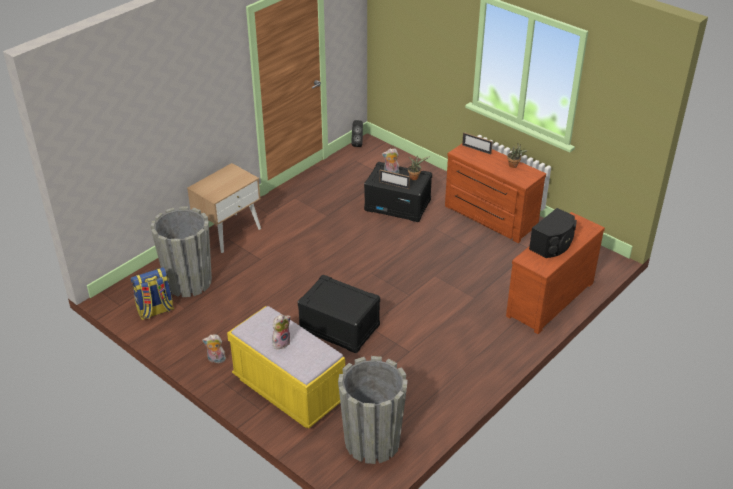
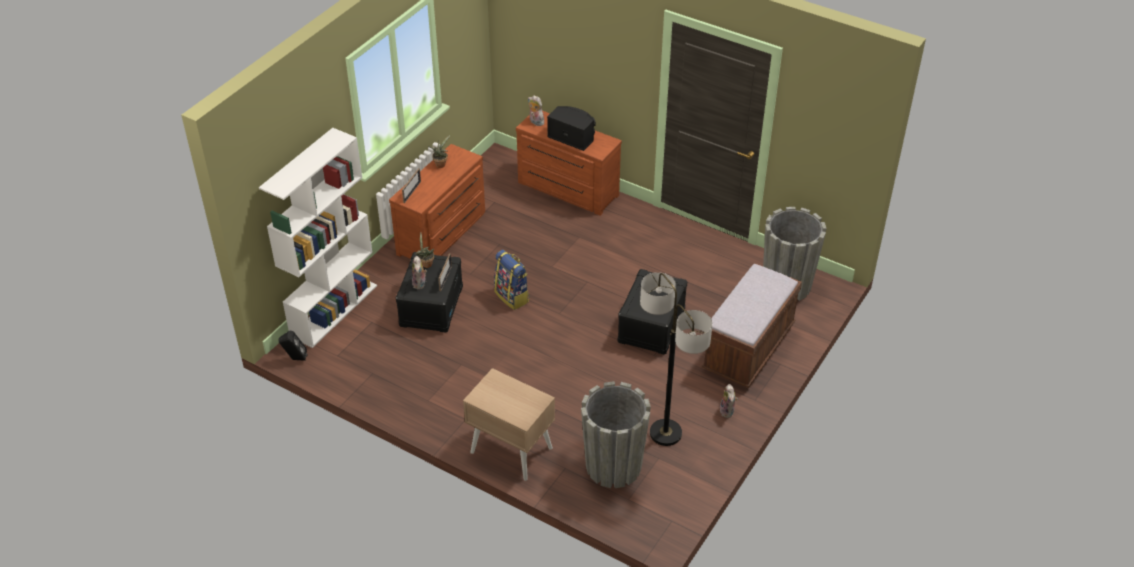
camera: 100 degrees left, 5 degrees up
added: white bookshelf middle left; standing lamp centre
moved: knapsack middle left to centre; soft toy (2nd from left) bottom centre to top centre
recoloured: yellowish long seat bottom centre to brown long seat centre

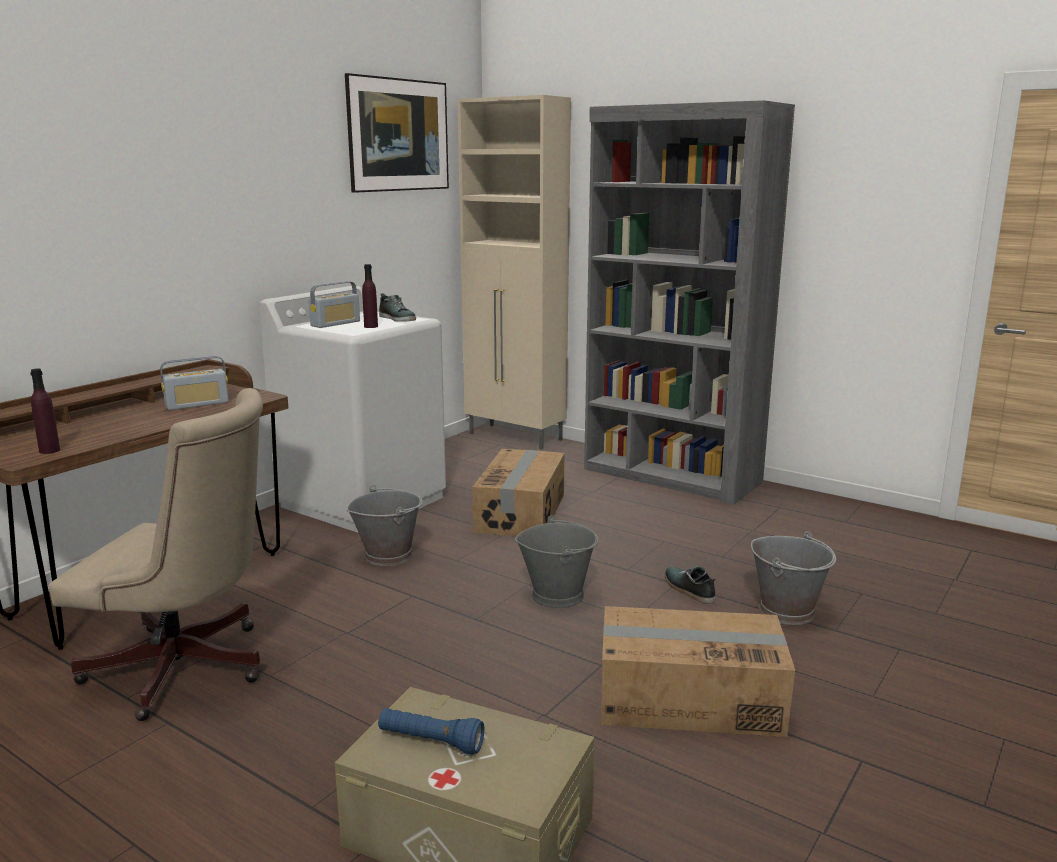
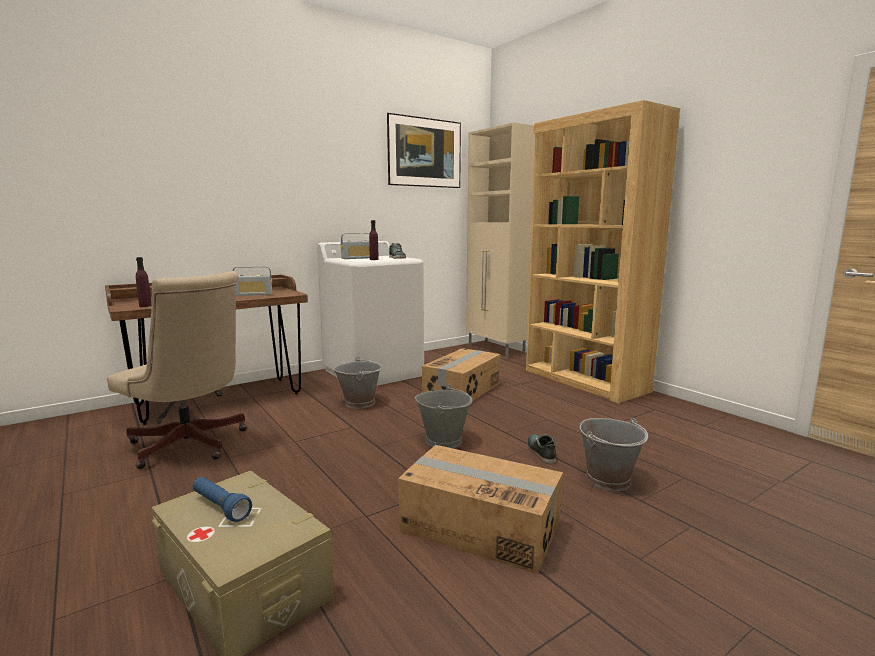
camera: 20 degrees right, 5 degrees down
recoloured: grey bookshelf centre to brown bookshelf middle right

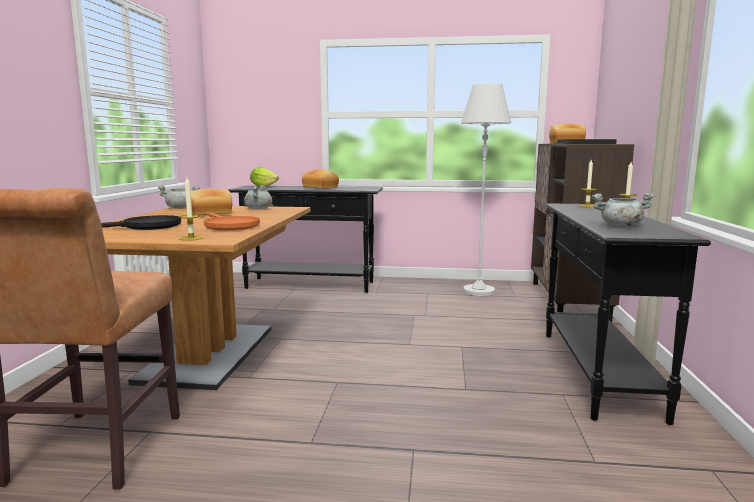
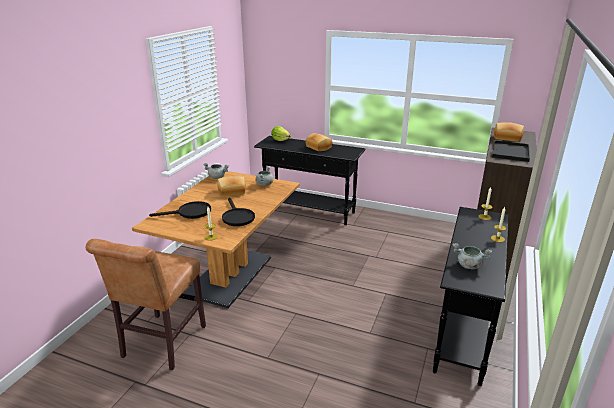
camera: 15 degrees right, 15 degrees up
removed: white standing lamp centre
recoloured: orange-coloured frying pan middle left to blackish frying pan (2nd from left) centre

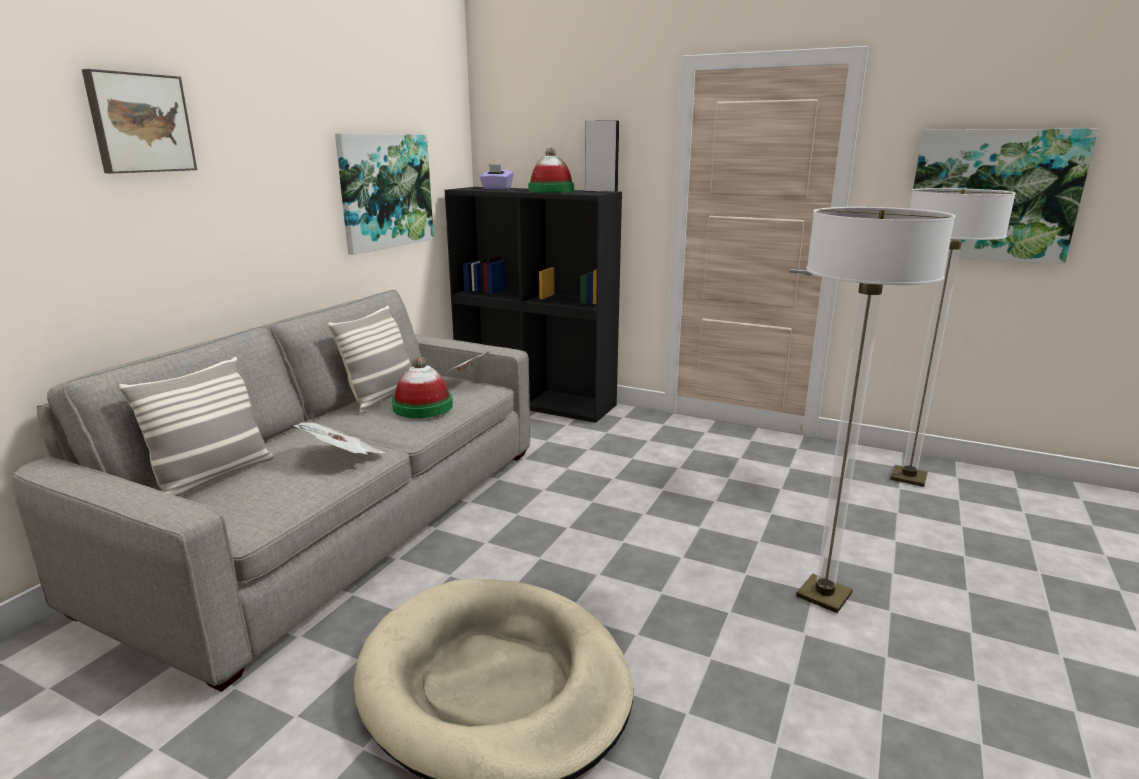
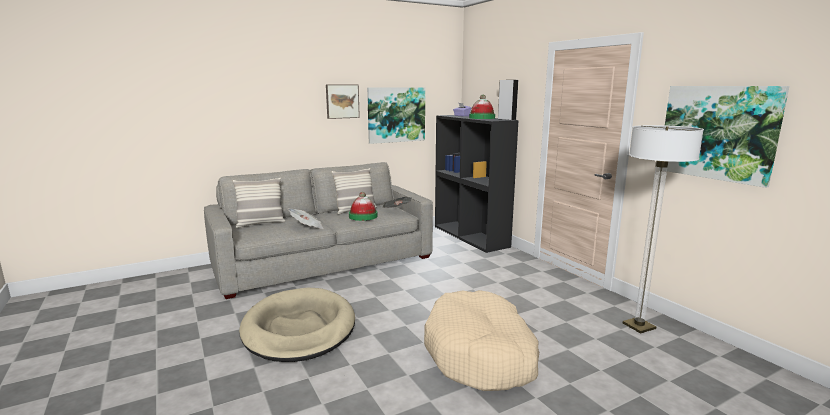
camera: 35 degrees right, 5 degrees down
moved: wall picture (1st from left) top left to top centre
replaced: standing lamp (1st from left) middle right to beige dog cushion (2nd from left) bottom centre

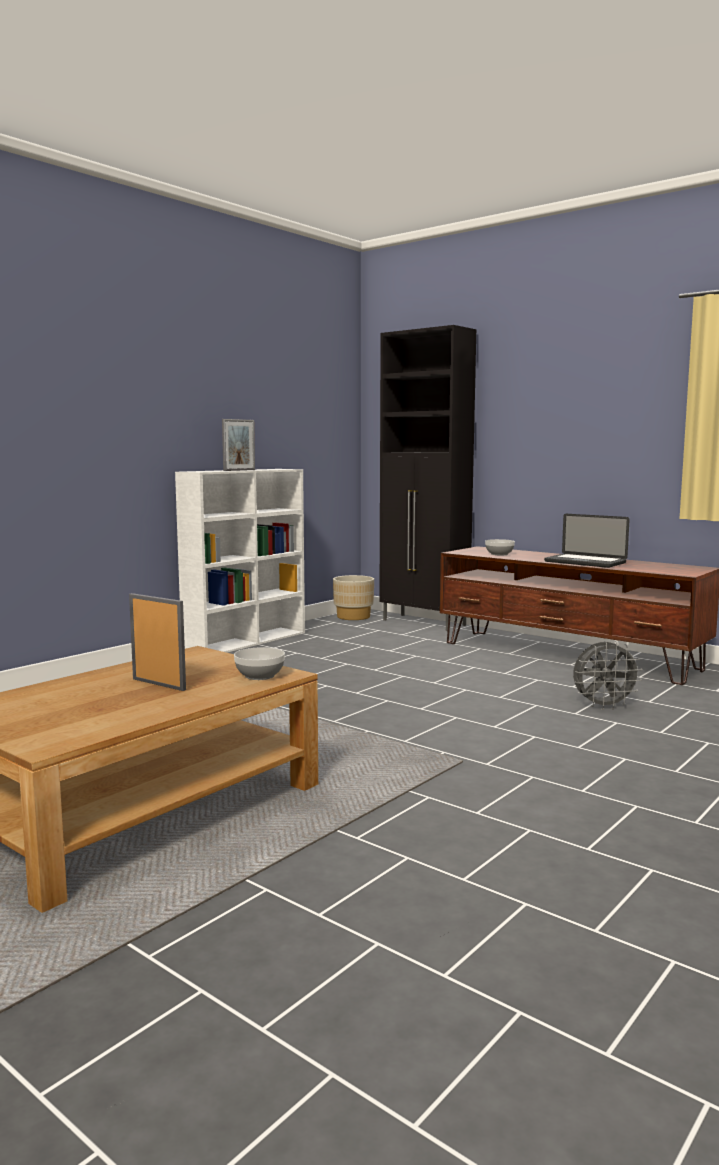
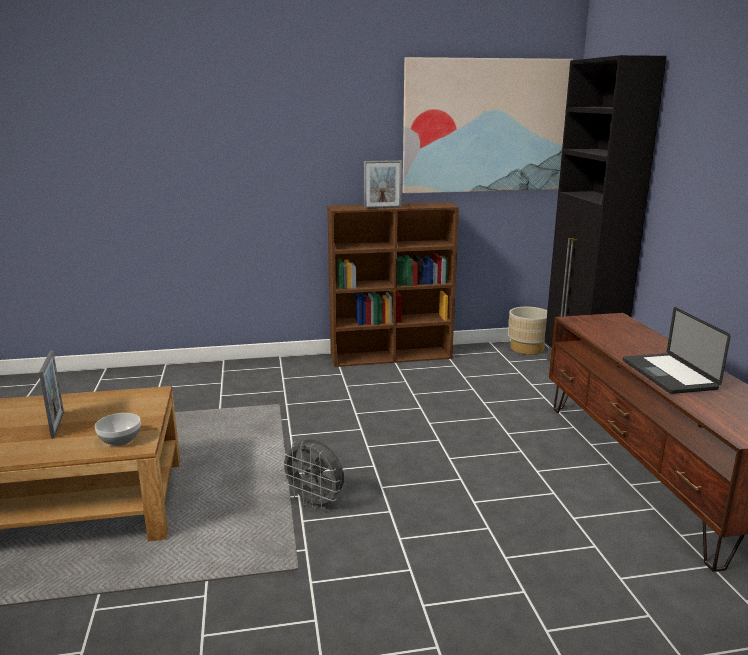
camera: 40 degrees right, 10 degrees up
removed: deep dish (2nd from left) middle right
added: wall picture top centre
moved: grey cooling fan middle right to bottom centre
recoloured: white bookshelf centre to brown bookshelf centre

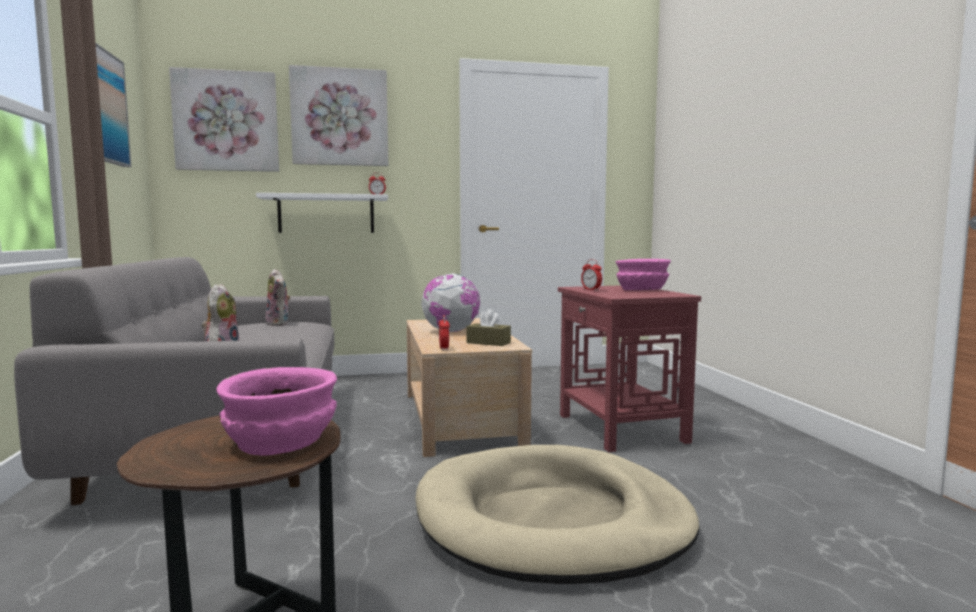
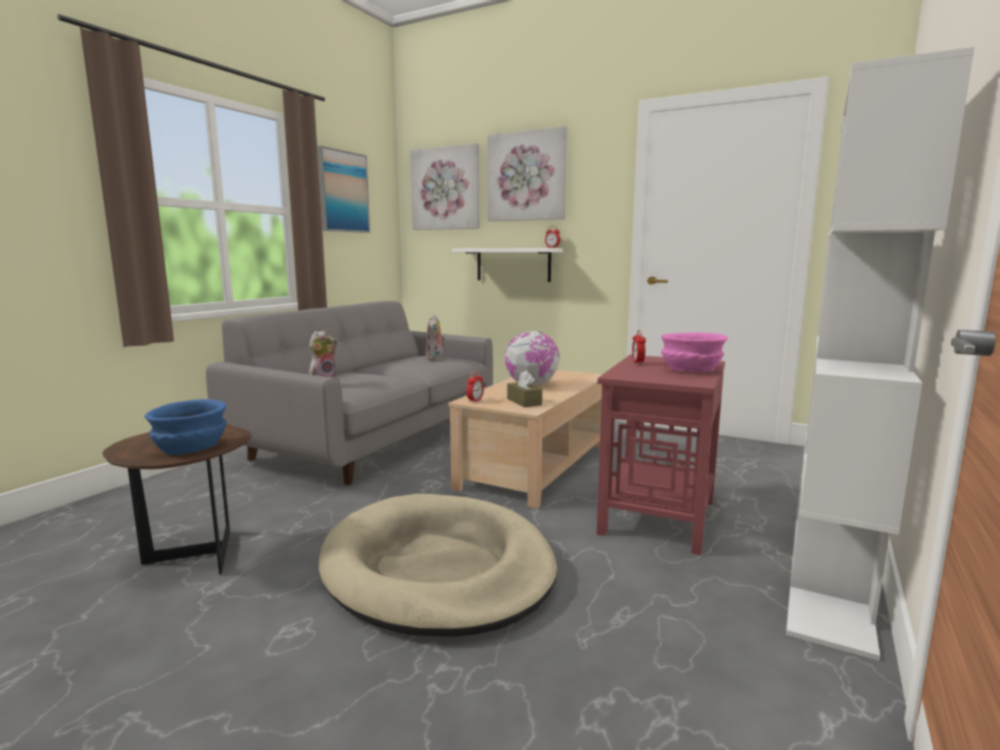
camera: 40 degrees right, 5 degrees up
added: white bookshelf middle right
recoloured: pink deep dish (1st from left) bottom left to blue-coloured deep dish middle left

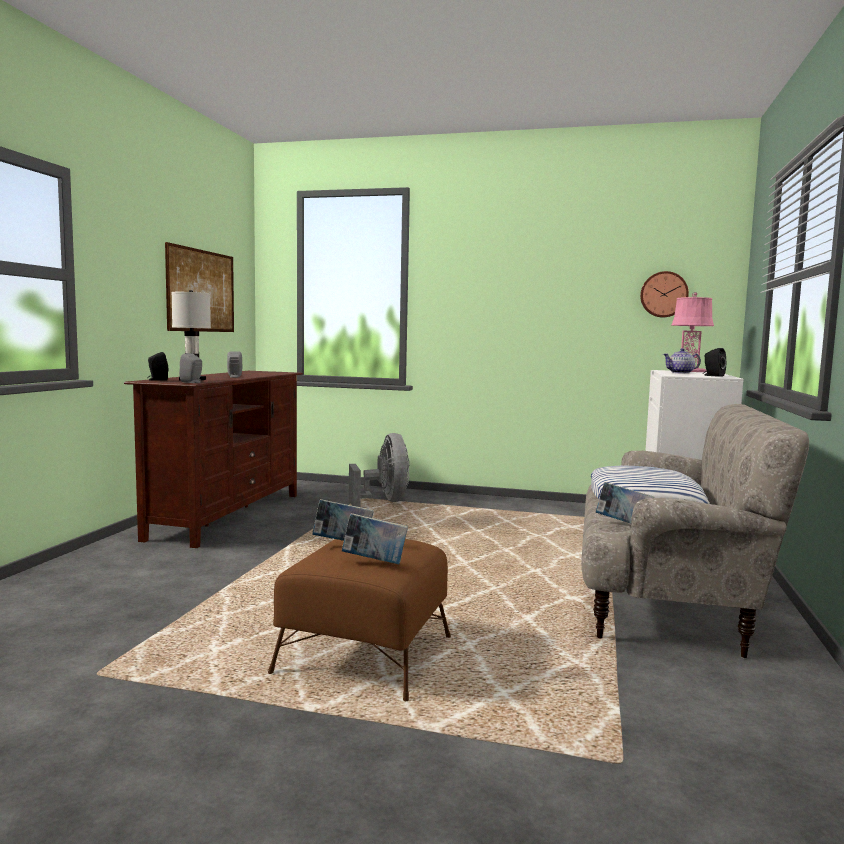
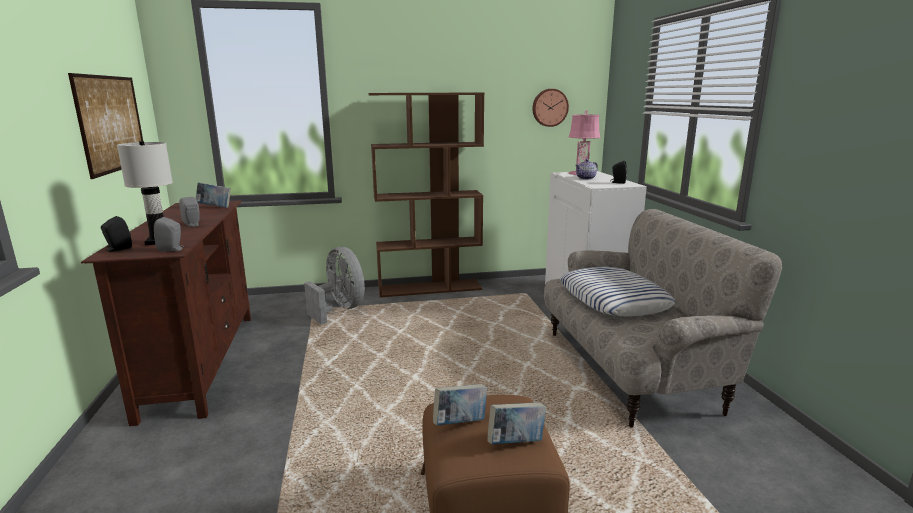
camera: 25 degrees left, 10 degrees up
added: brown bookshelf centre
moved: volume (3rd from left in the first image) middle right to volume (1st from left) middle left

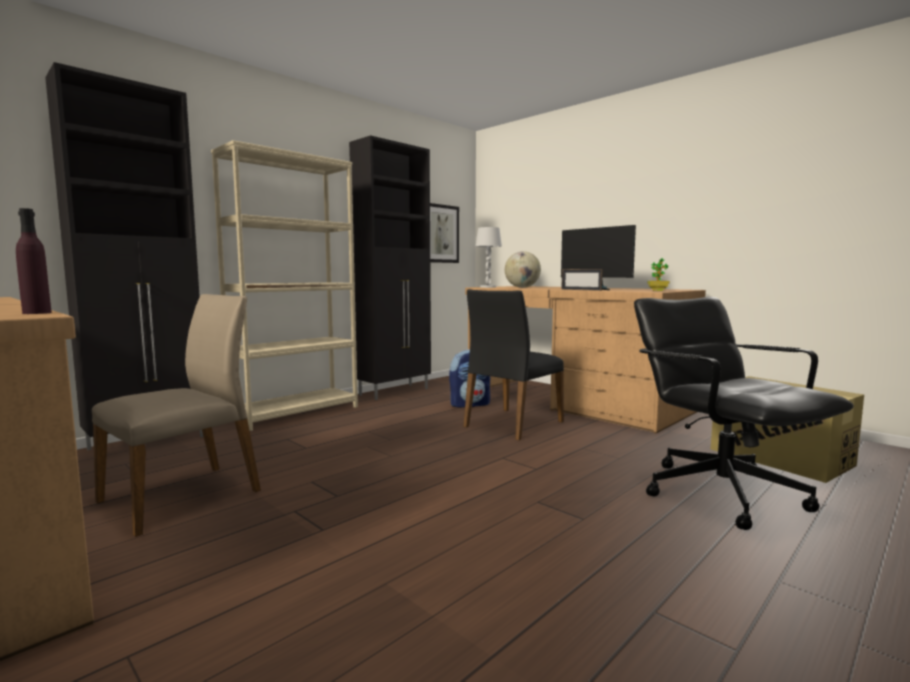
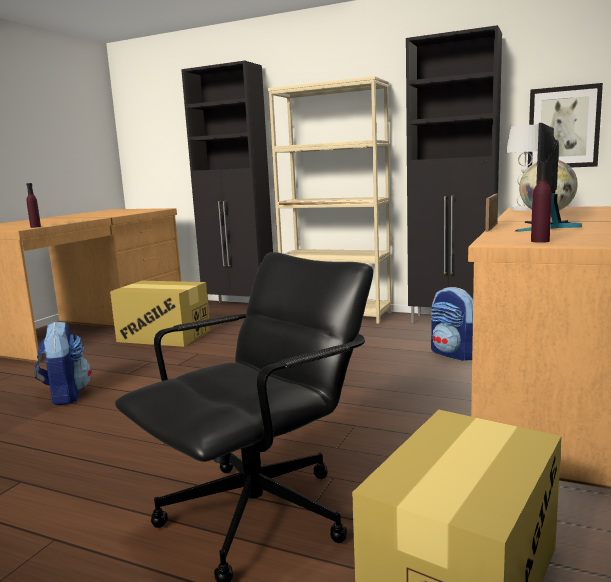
camera: 70 degrees right, 5 degrees up
removed: blackish plain chair centre
added: knapsack (1st from left) middle left
replaced: beige plain chair middle left to cardboard box (1st from left) middle left; potted plant middle right to purplish beverage bottle (2nd from left) middle right

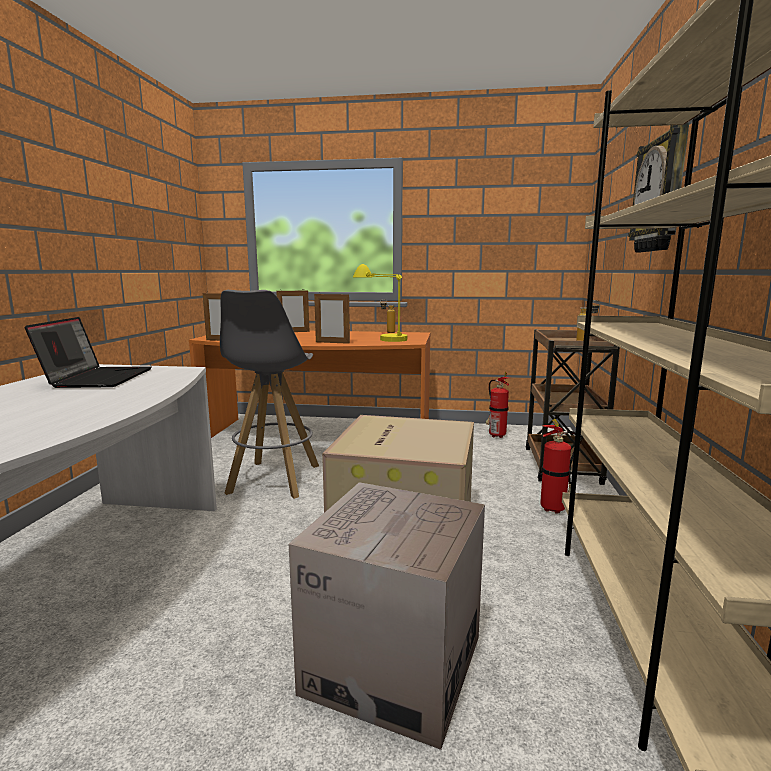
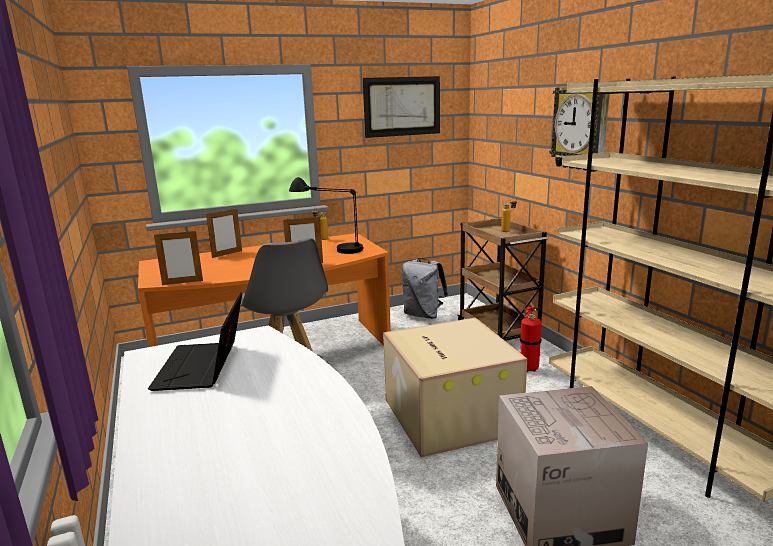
camera: 30 degrees left, 5 degrees up
added: wall picture top centre
replaced: extinguisher (1st from left) centre to grey knapsack centre
recoloured: yellowish lamp for a table centre to blackish lamp for a table centre
turned: notebook computer middle left = middle left 150 degrees counterclockwise

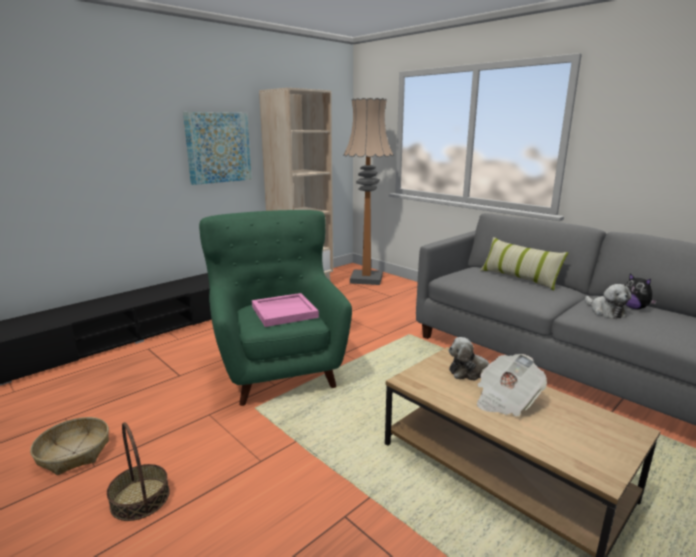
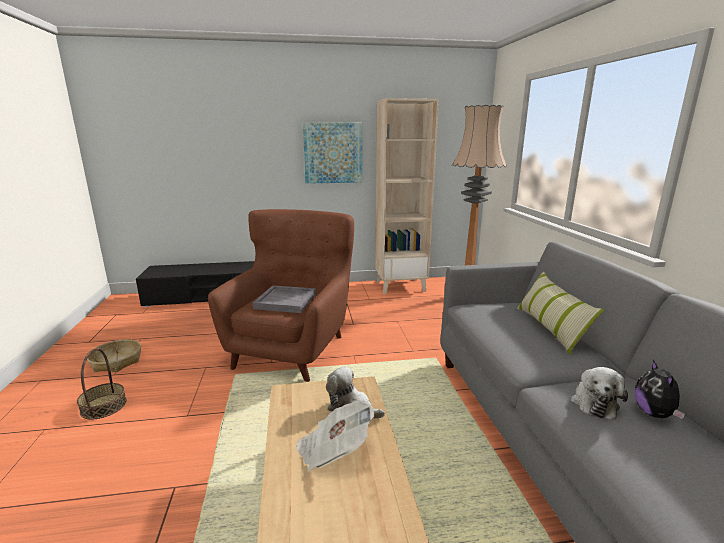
camera: 35 degrees right, 0 degrees up
recoloured: green easy chair centre to brown easy chair centre; pink tray centre to grey tray centre

